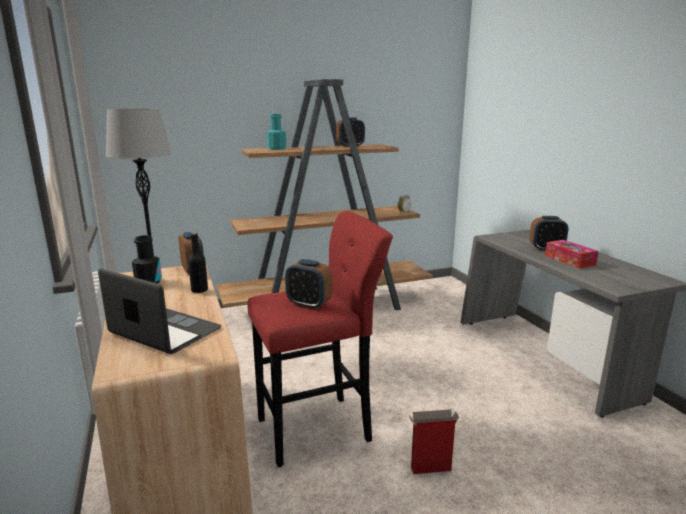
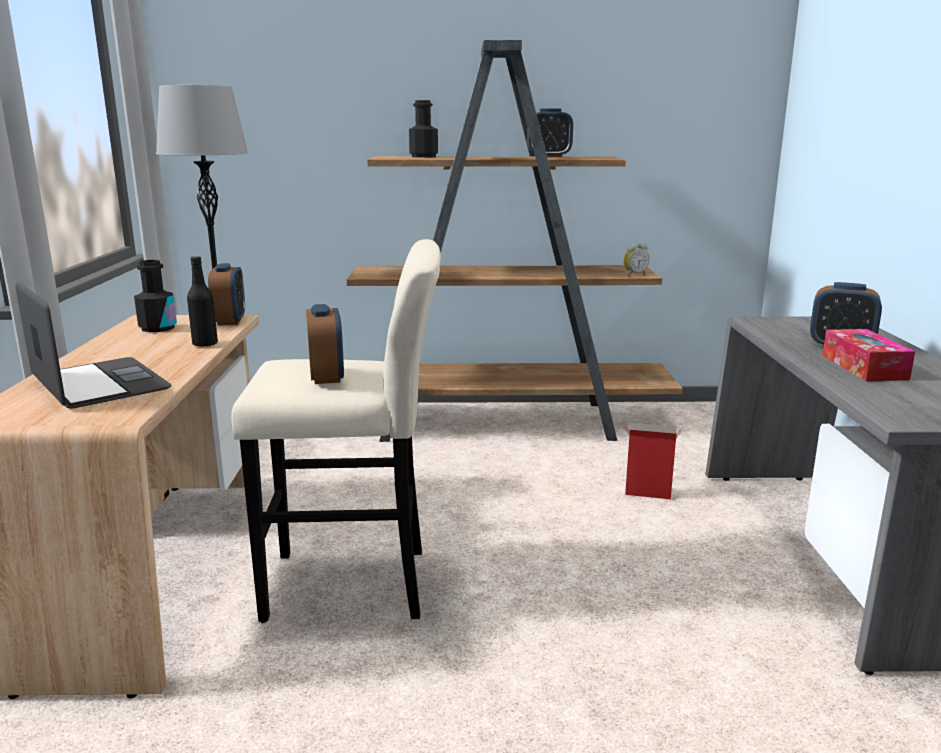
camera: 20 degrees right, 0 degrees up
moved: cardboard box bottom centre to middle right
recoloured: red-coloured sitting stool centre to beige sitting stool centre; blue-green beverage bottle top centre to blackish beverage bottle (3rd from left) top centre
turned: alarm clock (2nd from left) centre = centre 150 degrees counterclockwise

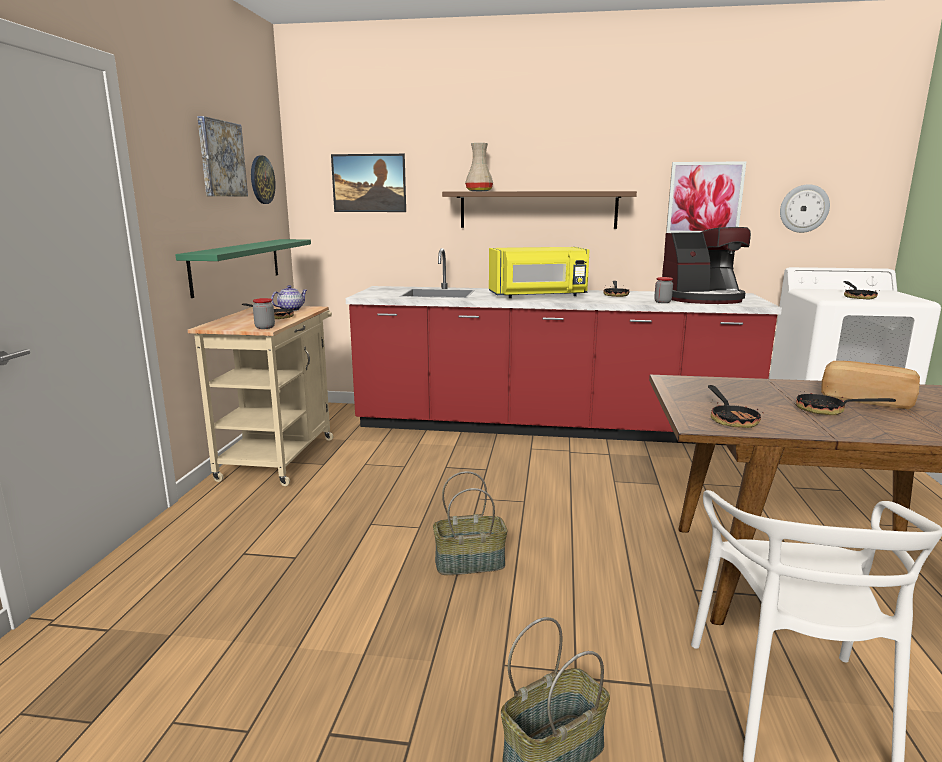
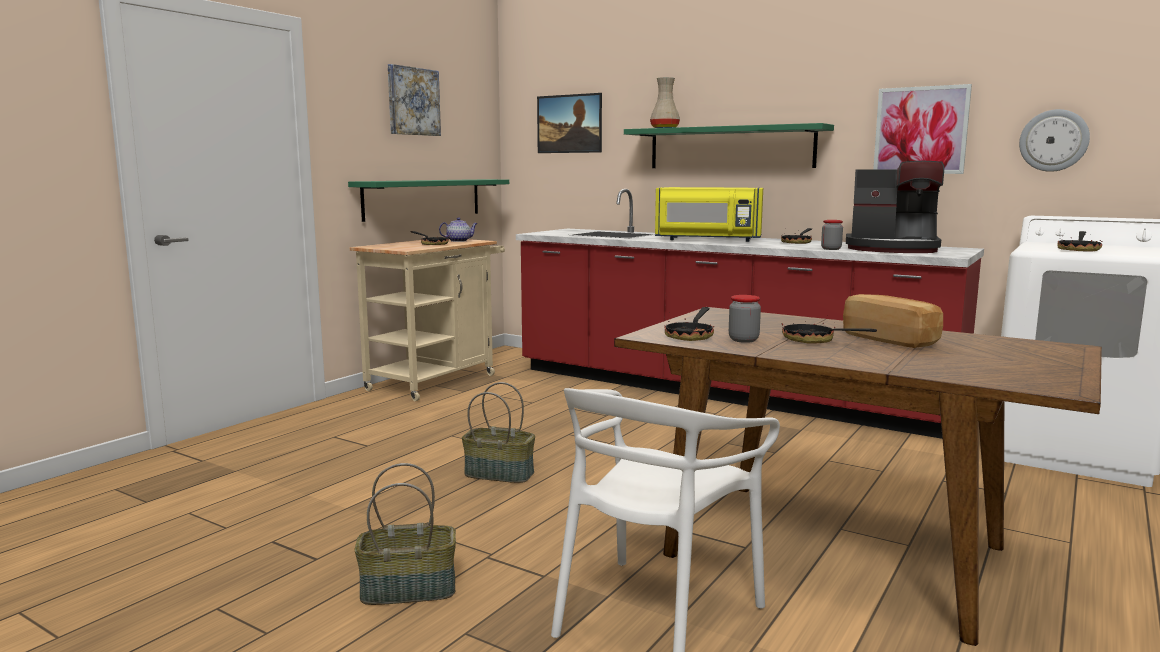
camera: 25 degrees right, 5 degrees down
removed: hanging clock (1st from left) top left
moved: jar (1st from left) middle left to centre
recoloured: brown shelf top centre to green shelf (2nd from left) top centre

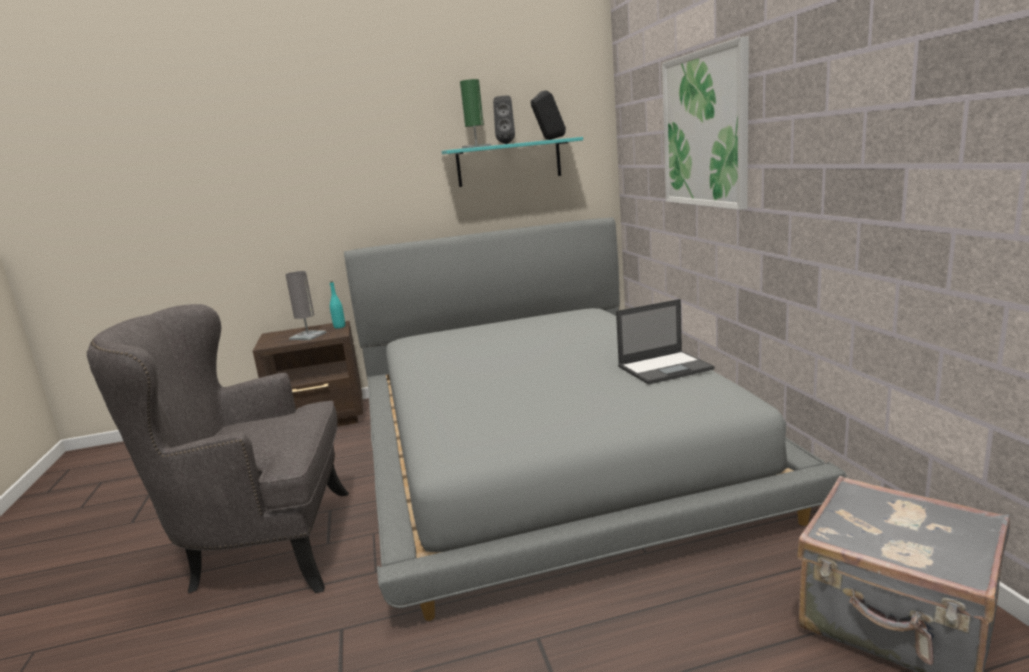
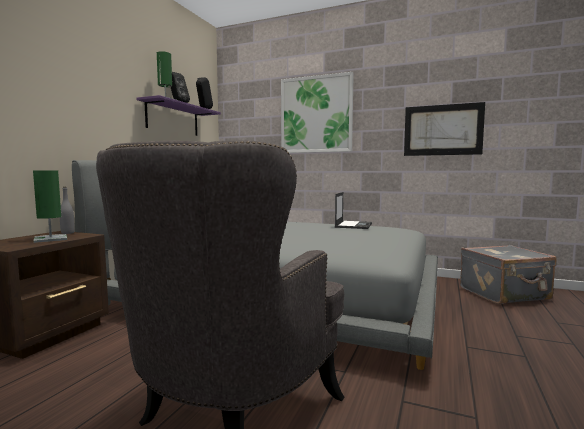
camera: 55 degrees left, 10 degrees down
added: wall picture (2nd from left) top right
recoloured: grey lamp for a table middle left to green lamp for a table (1st from left) middle left; blue-green beverage bottle middle left to grey beverage bottle middle left; blue-green shelf top centre to purplish shelf top left

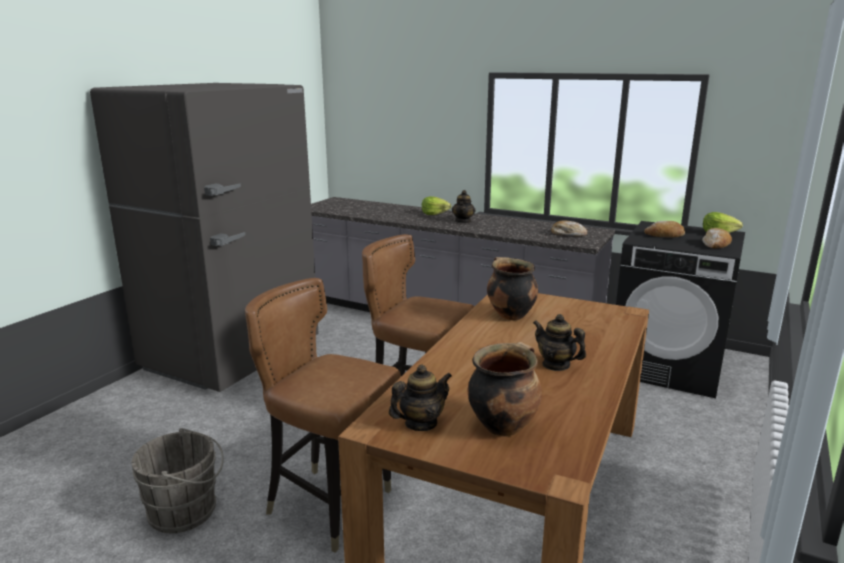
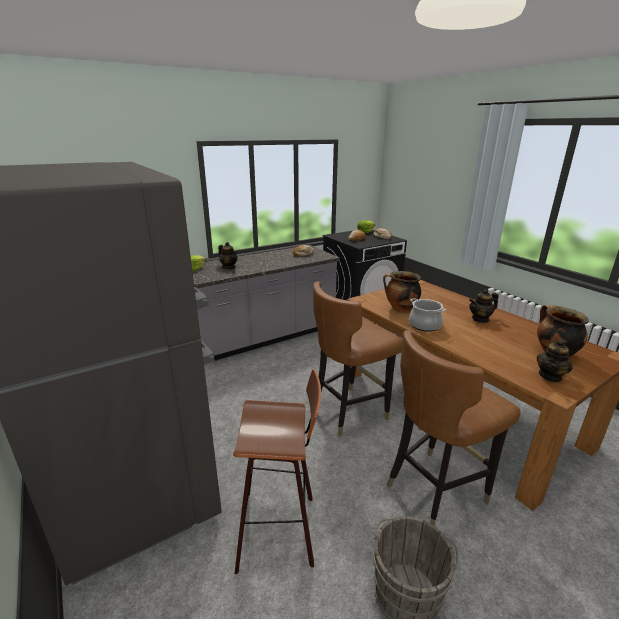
camera: 60 degrees left, 5 degrees up
added: sitting stool bottom centre; stockpot (2nd from left) middle right
turned: tea pot (1st from left in the first image) bottom centre = middle right 135 degrees counterclockwise

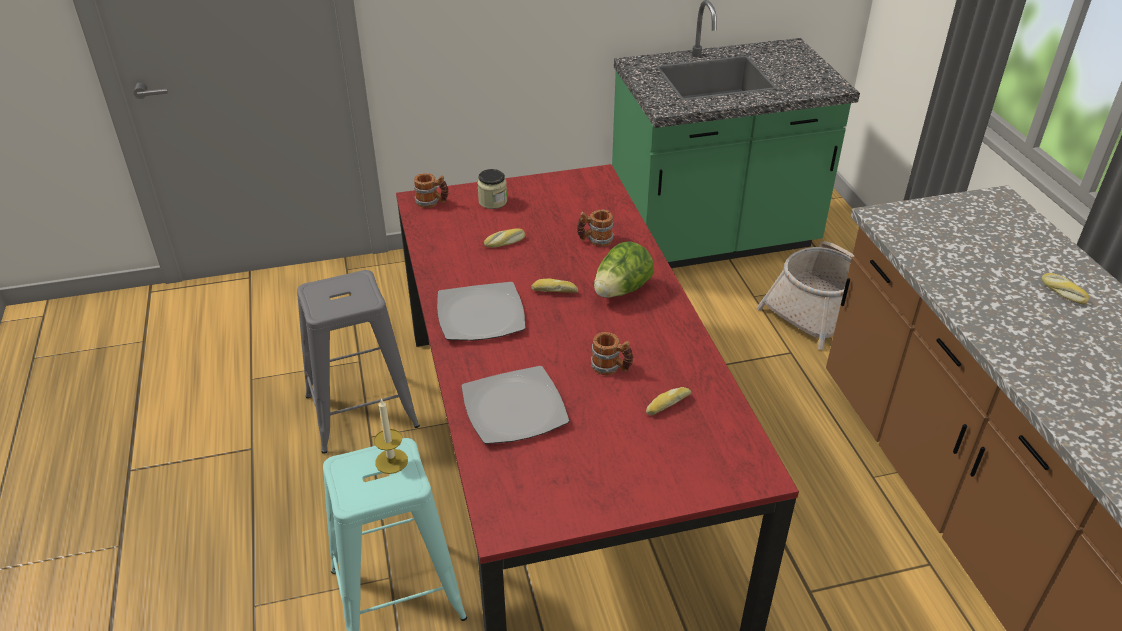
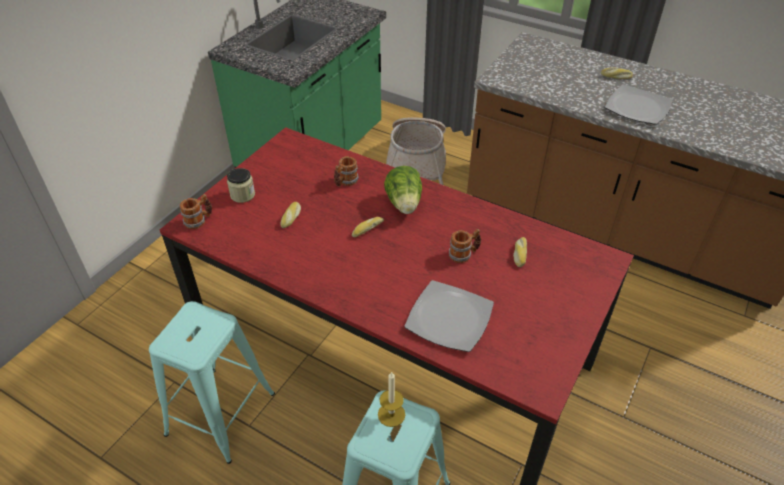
camera: 45 degrees left, 5 degrees up
moved: plate (1st from left in the first image) centre to plate (2nd from left) top right
recoloured: grey sitting stool middle left to blue-green sitting stool (1st from left) bottom left

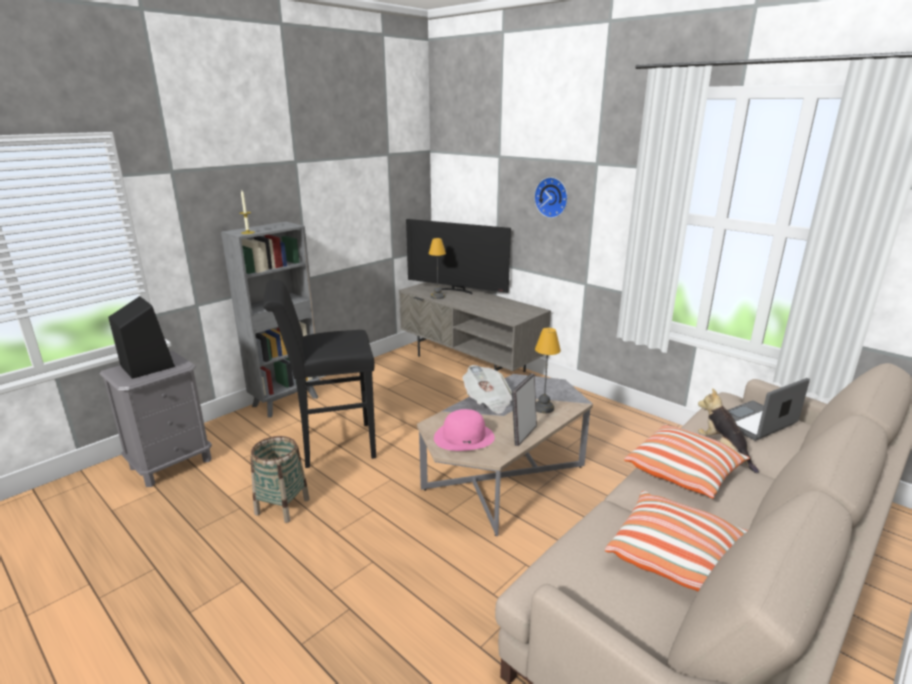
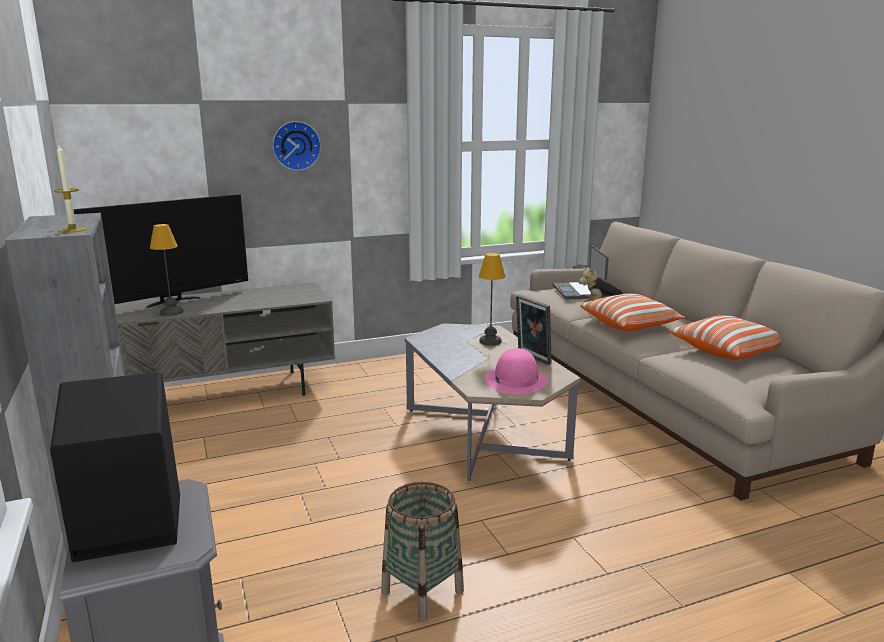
camera: 65 degrees left, 5 degrees down
removed: blackish sitting stool centre; daily paper centre

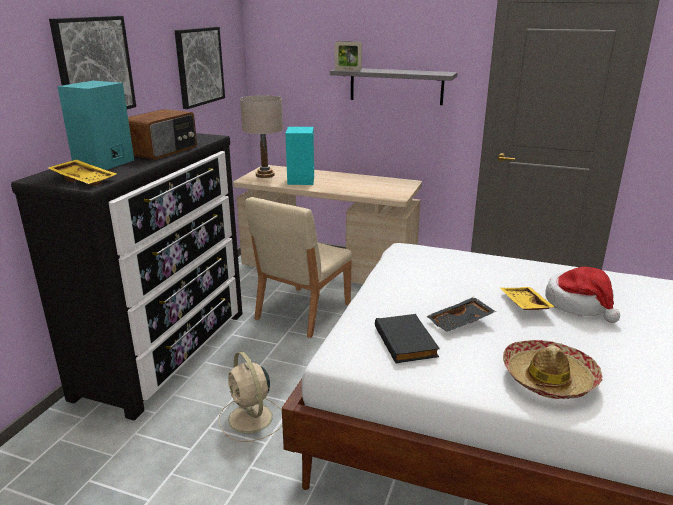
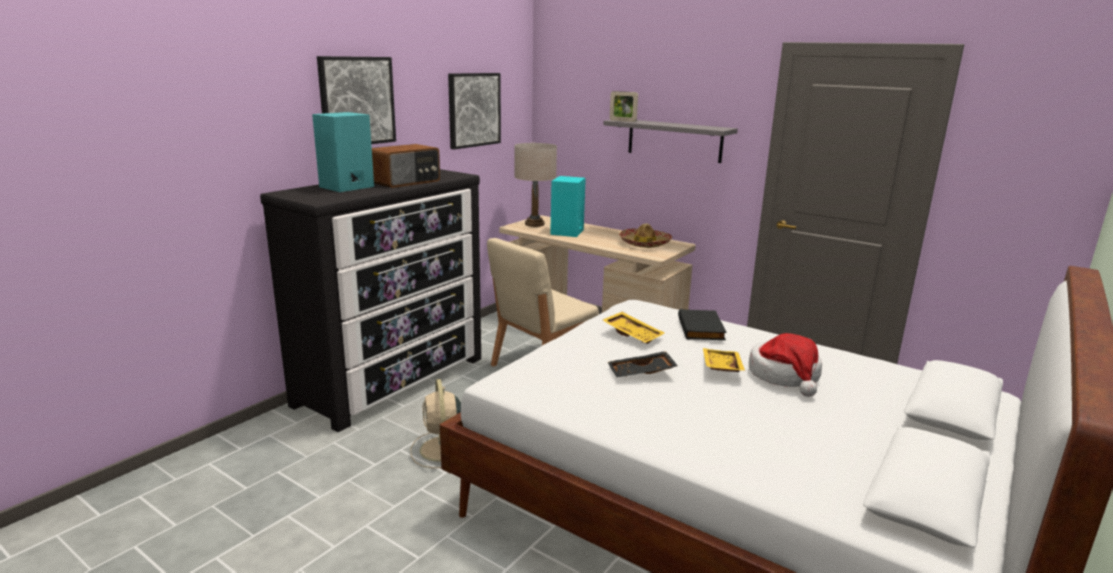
camera: 15 degrees right, 5 degrees down
moved: yellowish tray (1st from left) middle left to centre; hat (1st from left) bottom right to centre; blackish volume bottom centre to centre

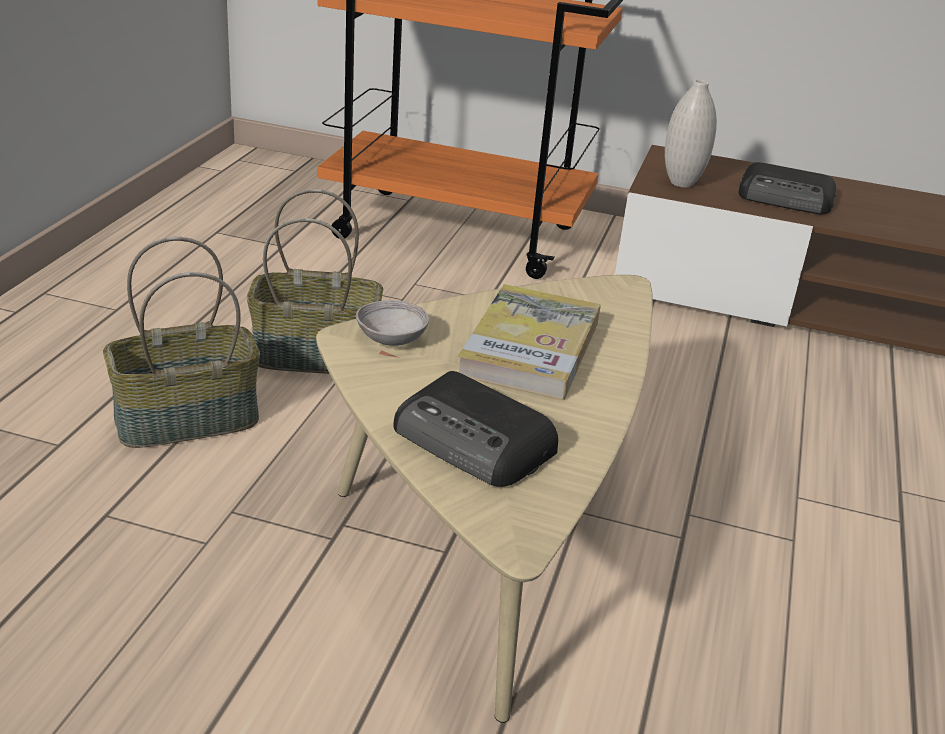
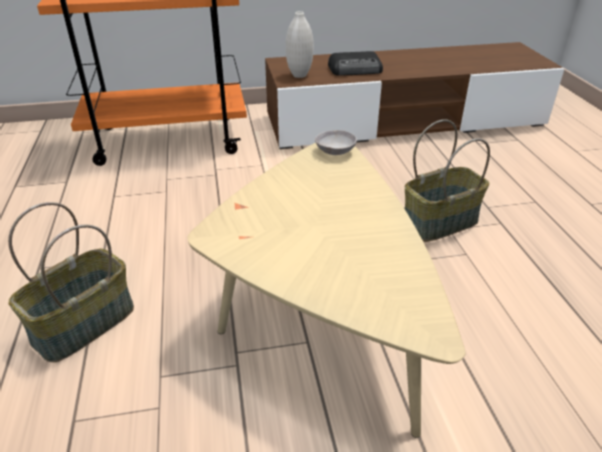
camera: 25 degrees left, 5 degrees up
removed: radio set (1st from left) centre; volume centre
moved: grey deep dish centre to top centre; storage basket (2nd from left) centre to middle right

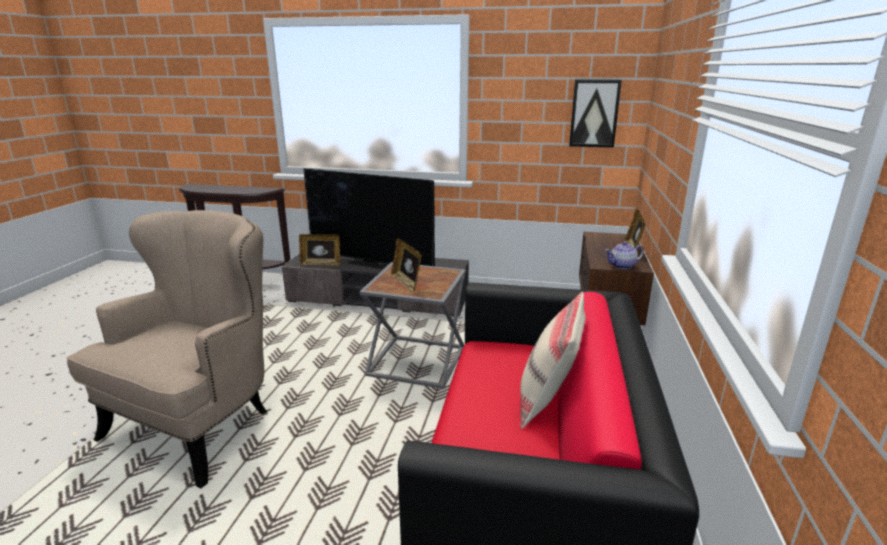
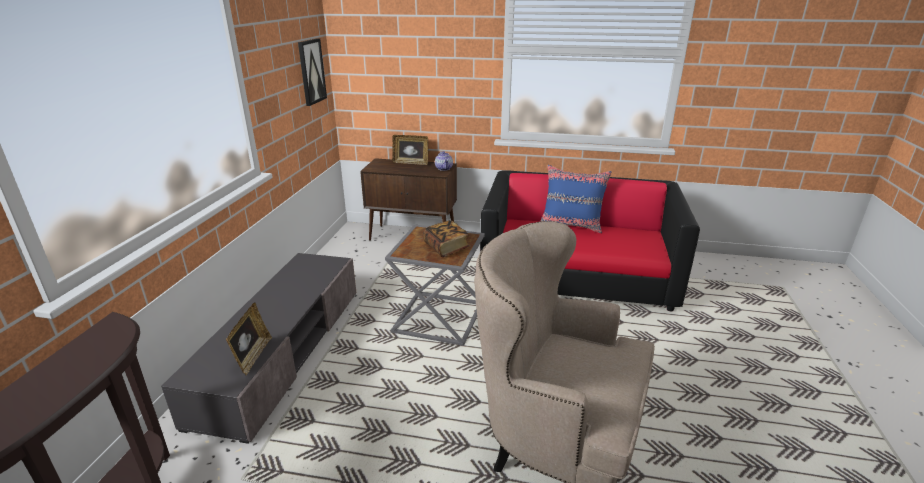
camera: 90 degrees left, 5 degrees up
removed: TV centre
replaced: photo frame (2nd from left) centre to volume centre
recoloured: beige throw pillow centre to blue-coloured throw pillow centre

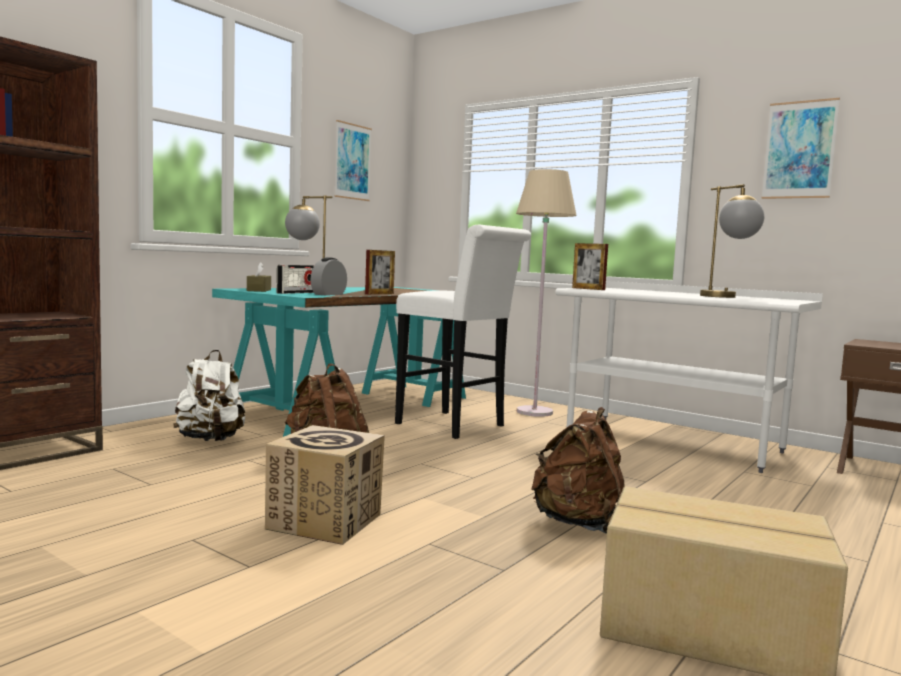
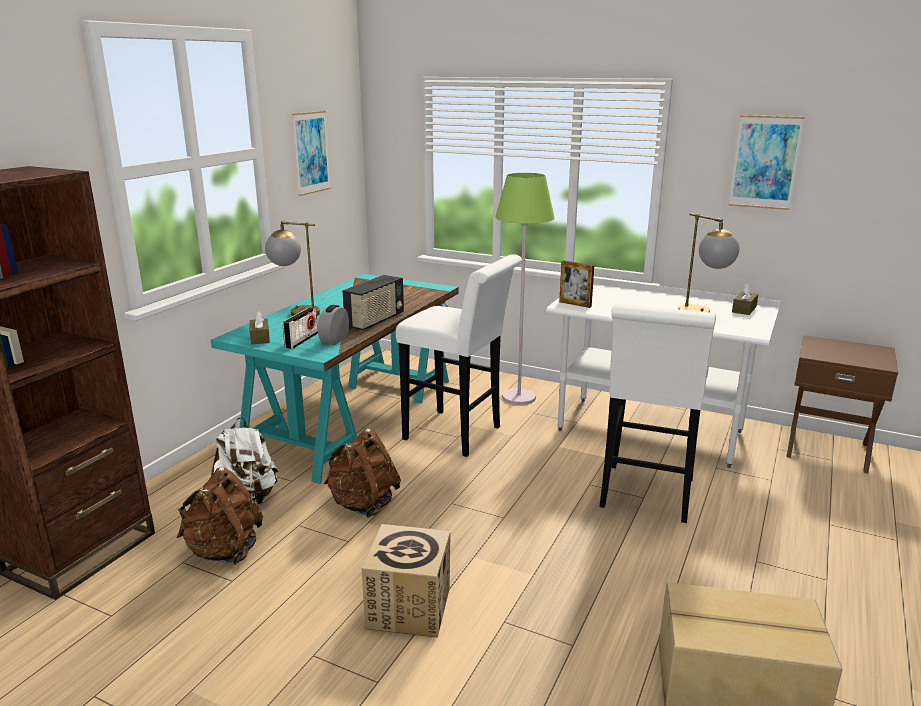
camera: 10 degrees left, 15 degrees up
added: white sitting stool (2nd from left) middle right; brown box of tissues (2nd from left) middle right
moved: brown knapsack (2nd from left in the first image) bottom centre to brown knapsack (1st from left) bottom left
replaced: photo frame (1st from left) centre to radio set (2nd from left) centre
recoloured: beige standing lamp centre to green standing lamp centre

